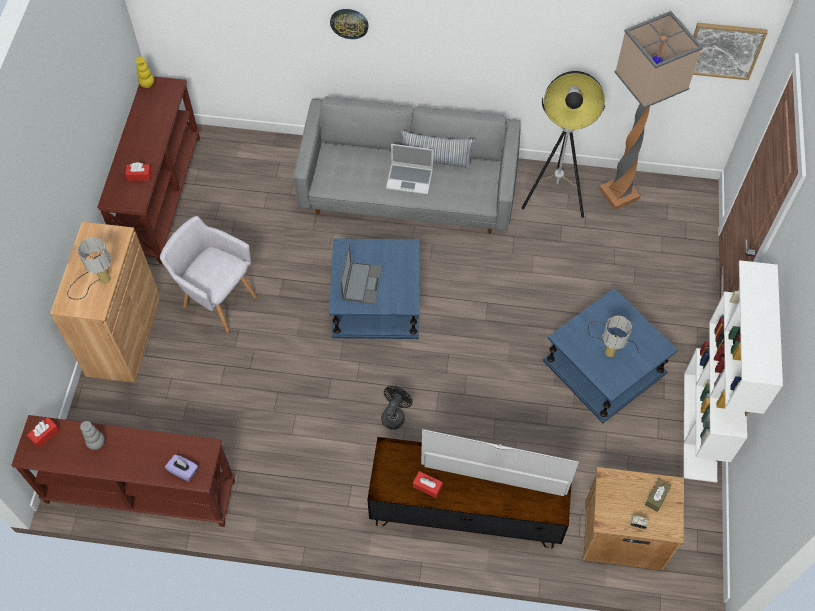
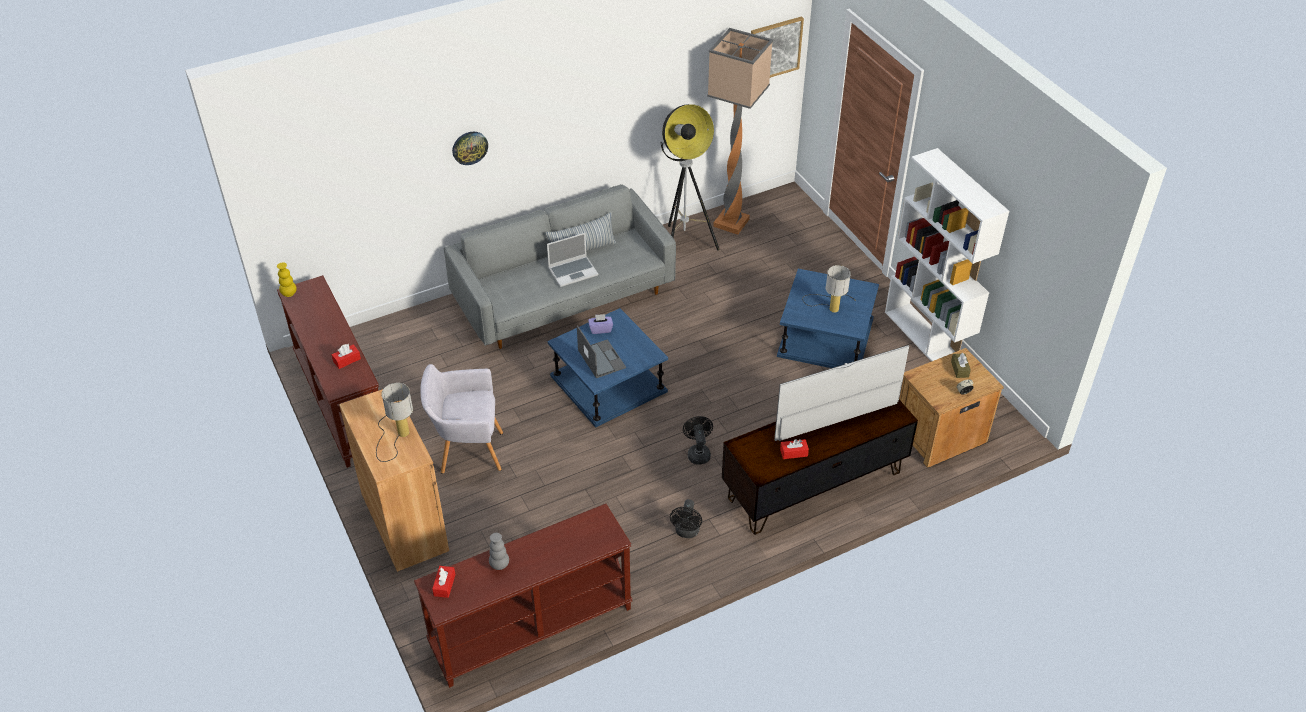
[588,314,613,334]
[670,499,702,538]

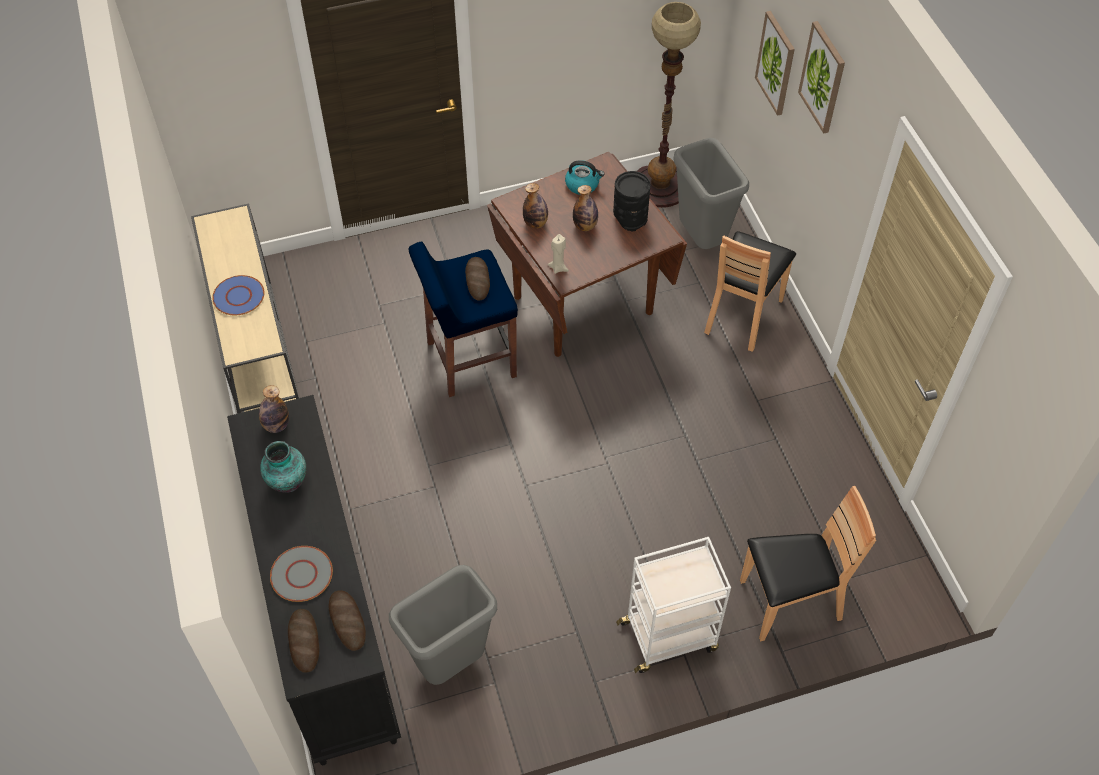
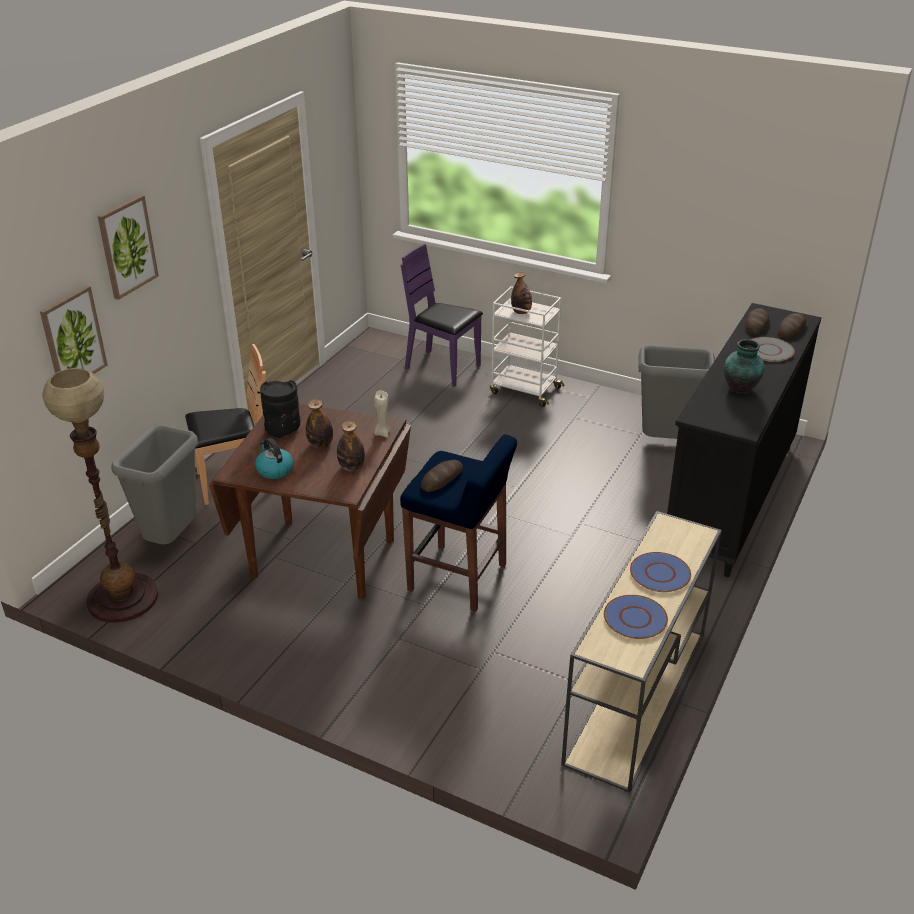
[511,272,532,314]
[401,244,483,387]
[604,595,668,639]

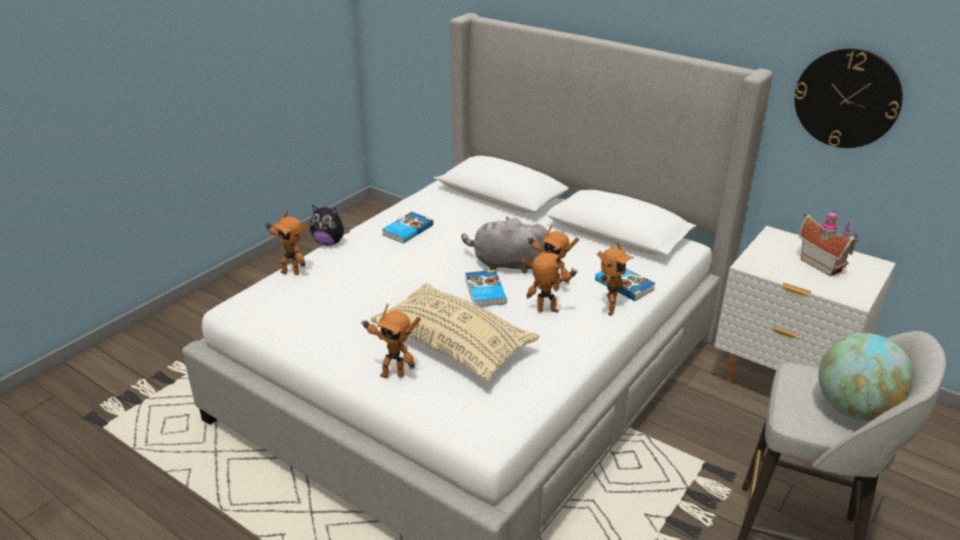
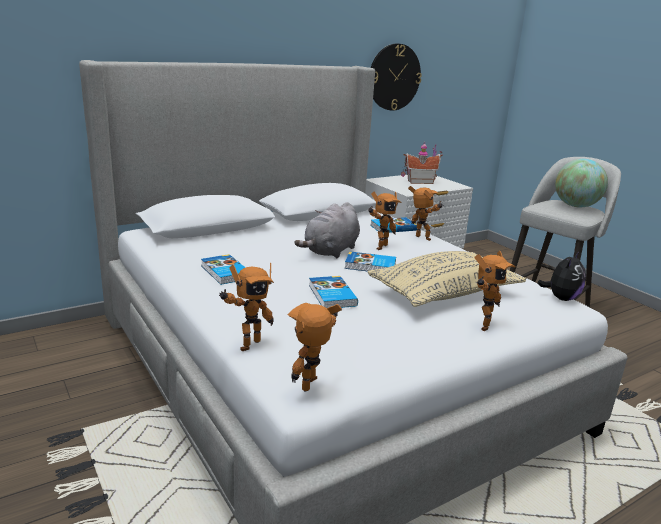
[537,252,586,301]
[288,303,342,392]
[309,276,358,308]

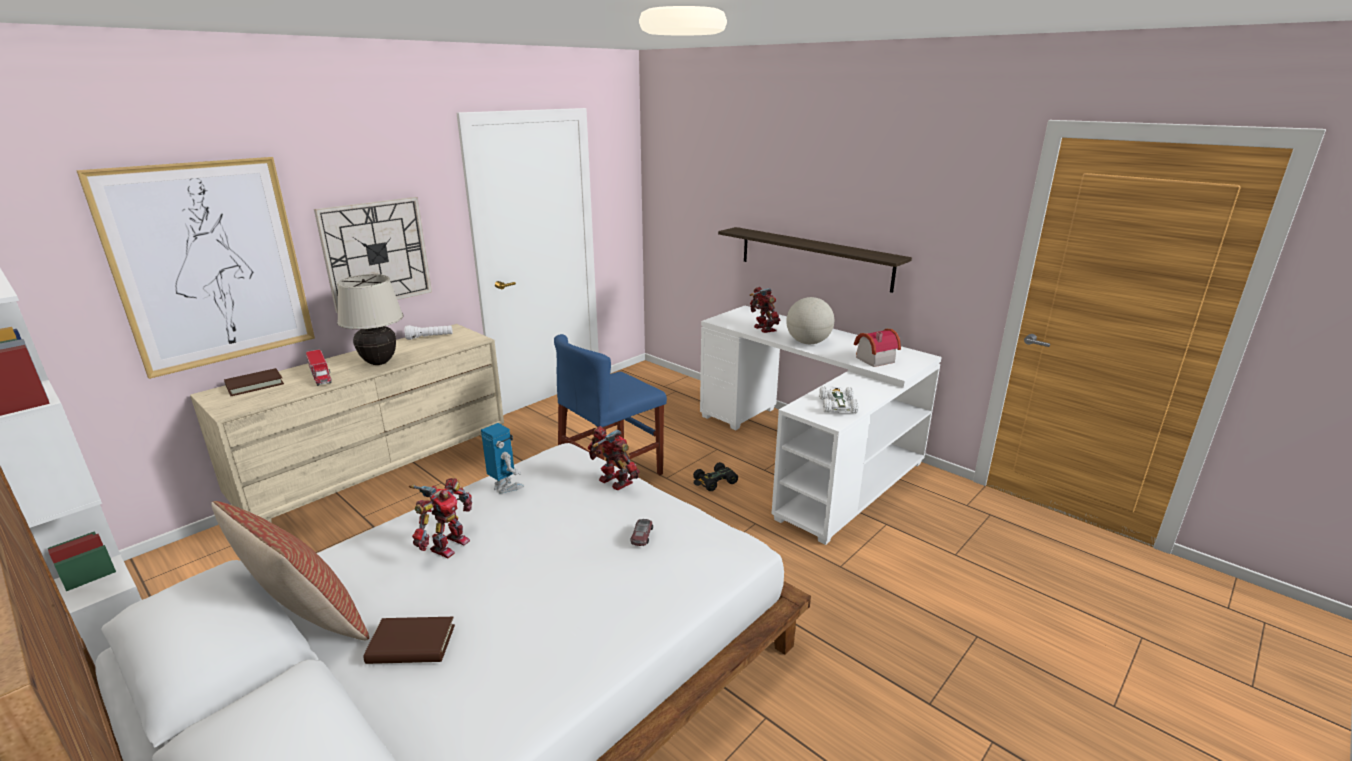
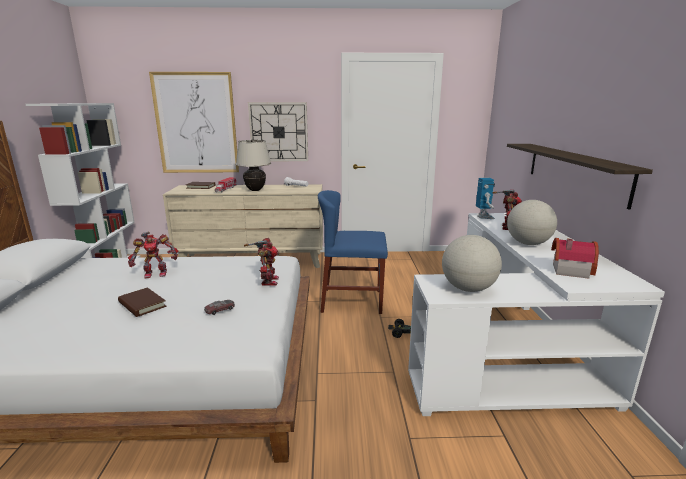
[211,501,369,640] (first image)
[118,287,166,317]
[476,178,495,219]
[442,235,502,292]

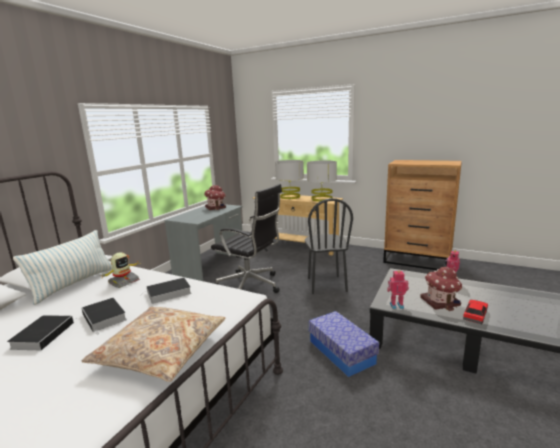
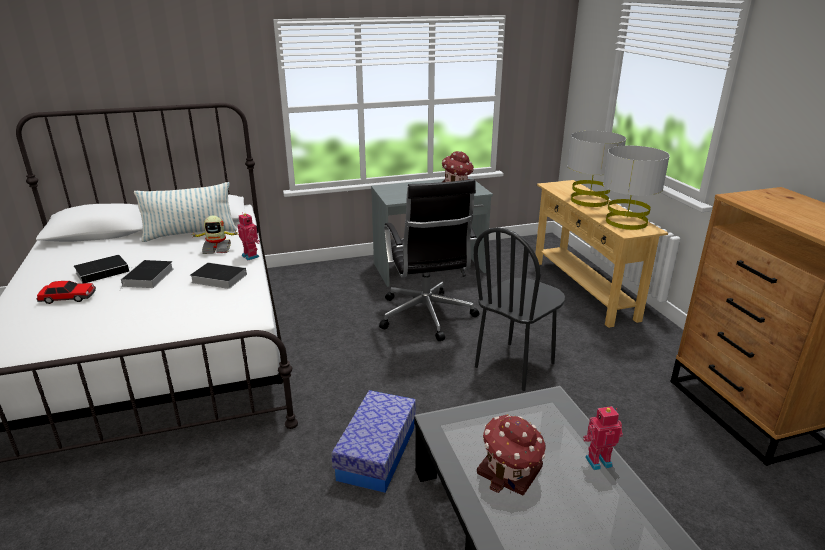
[82,307,225,382] (first image)
[238,213,260,260]
[37,281,96,304]

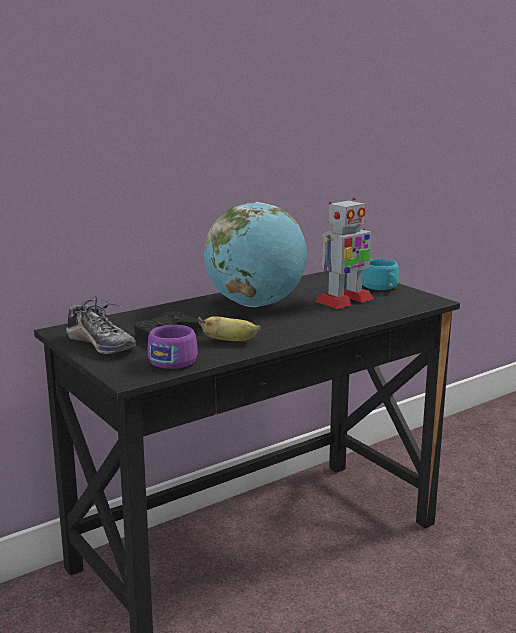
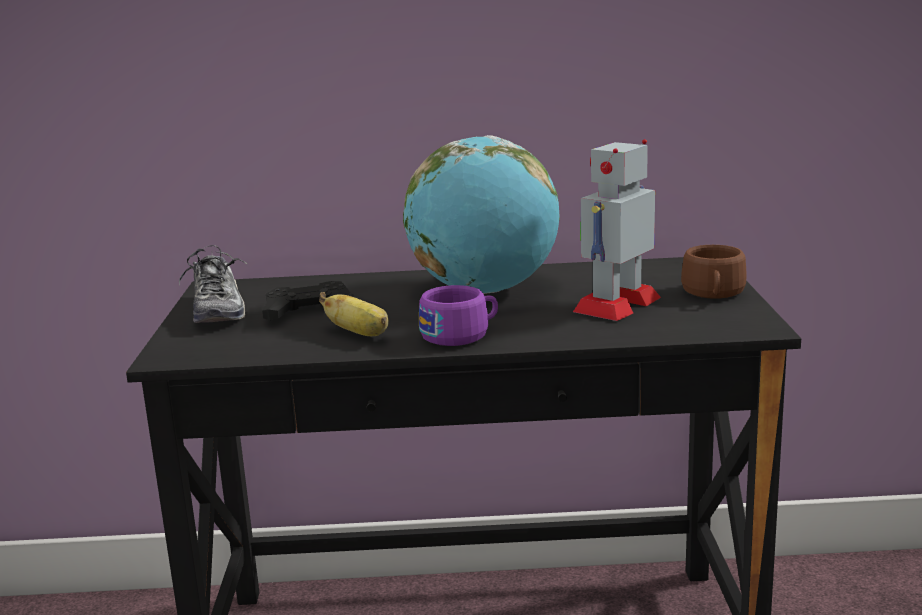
[419,285,498,346]
[573,139,661,321]
[681,245,746,299]

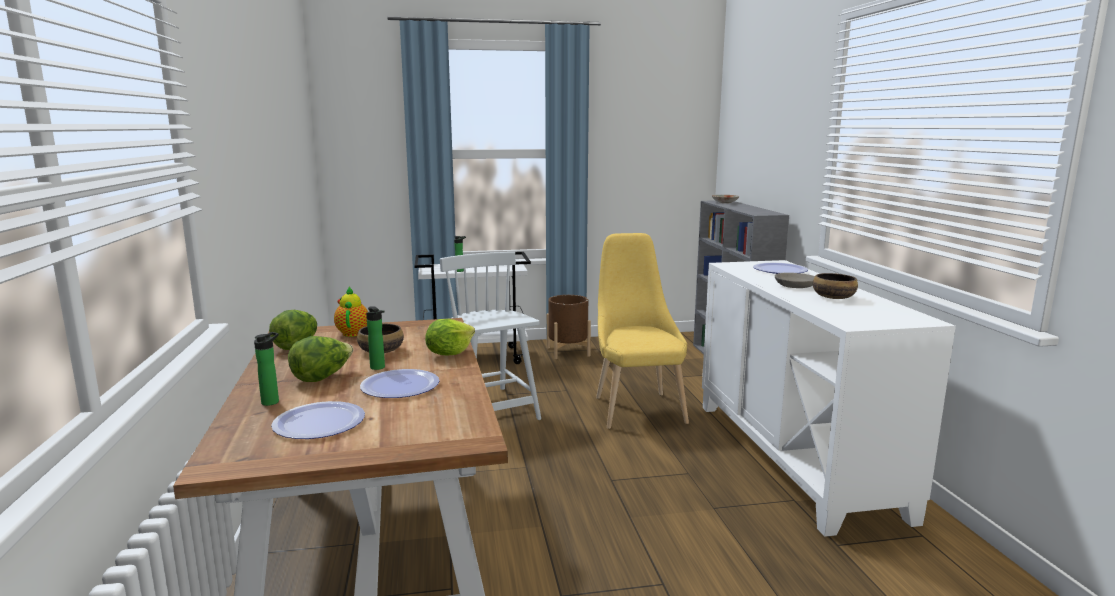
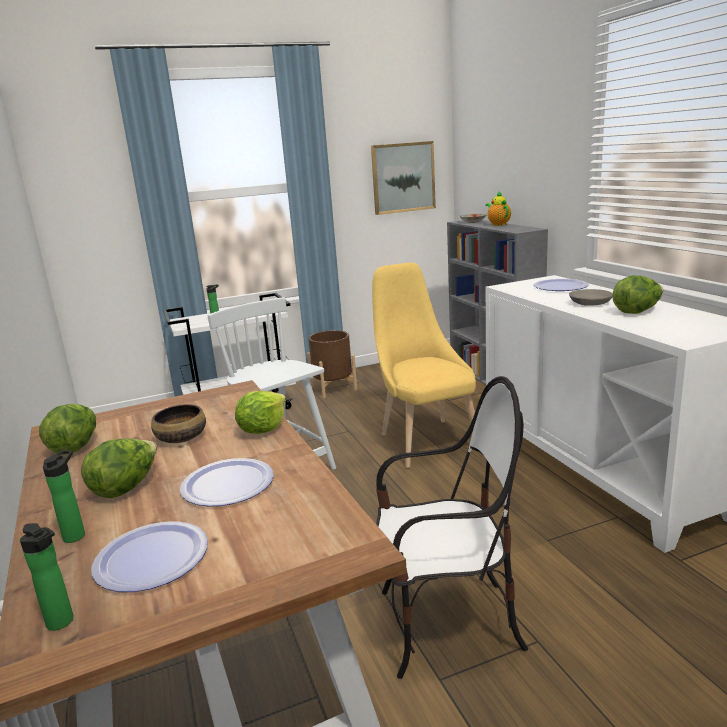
[486,191,511,226]
[20,523,73,631]
[612,276,663,314]
[371,141,436,215]
[376,376,528,679]

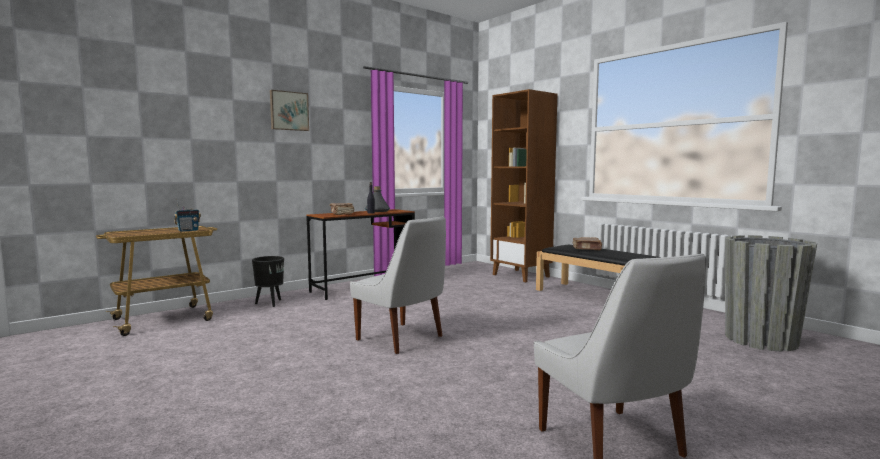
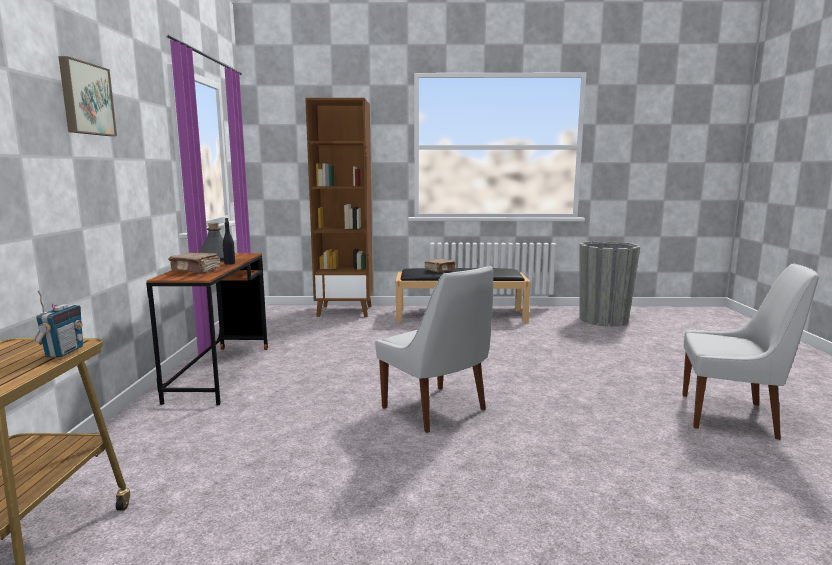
[252,256,284,307] (first image)
[375,266,493,433]

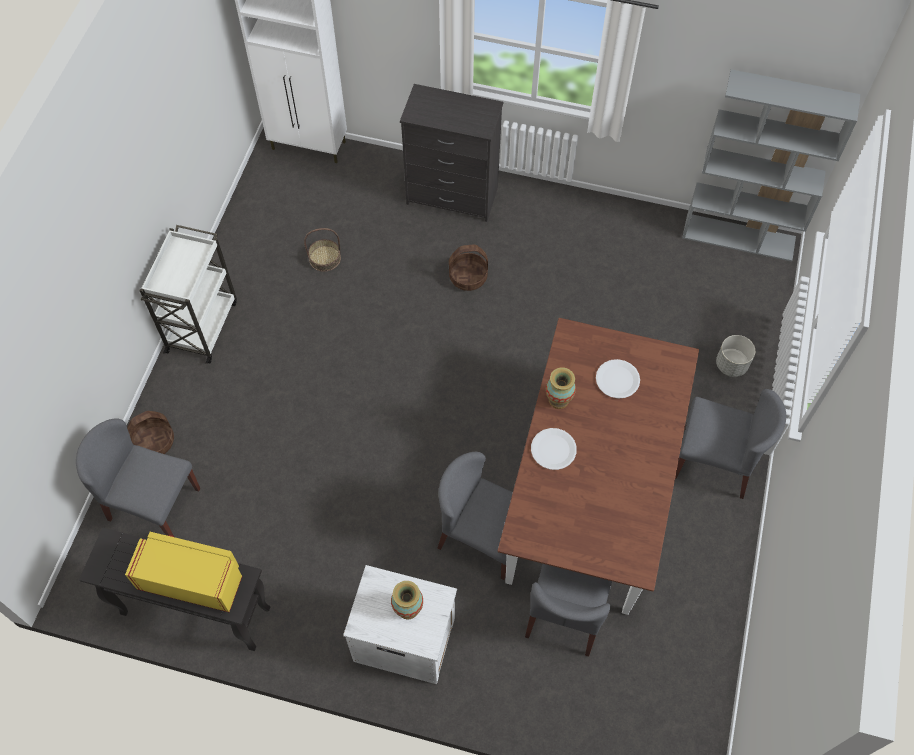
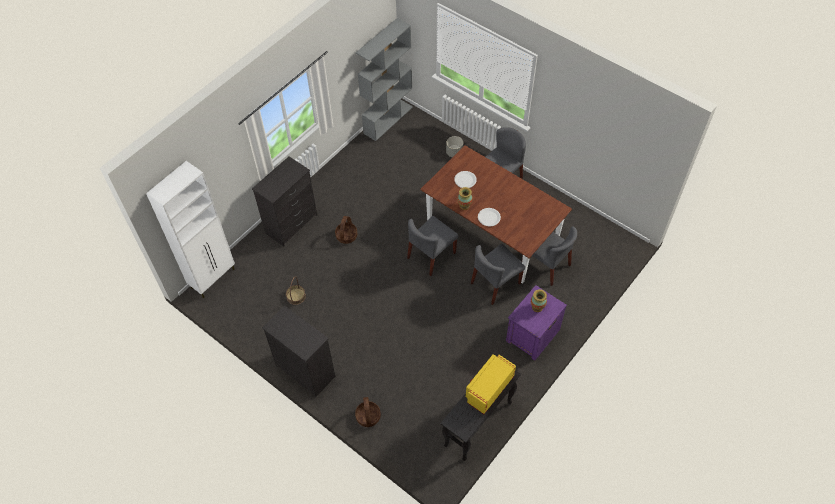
[407,216,458,276]
[262,306,335,397]
[506,285,567,361]

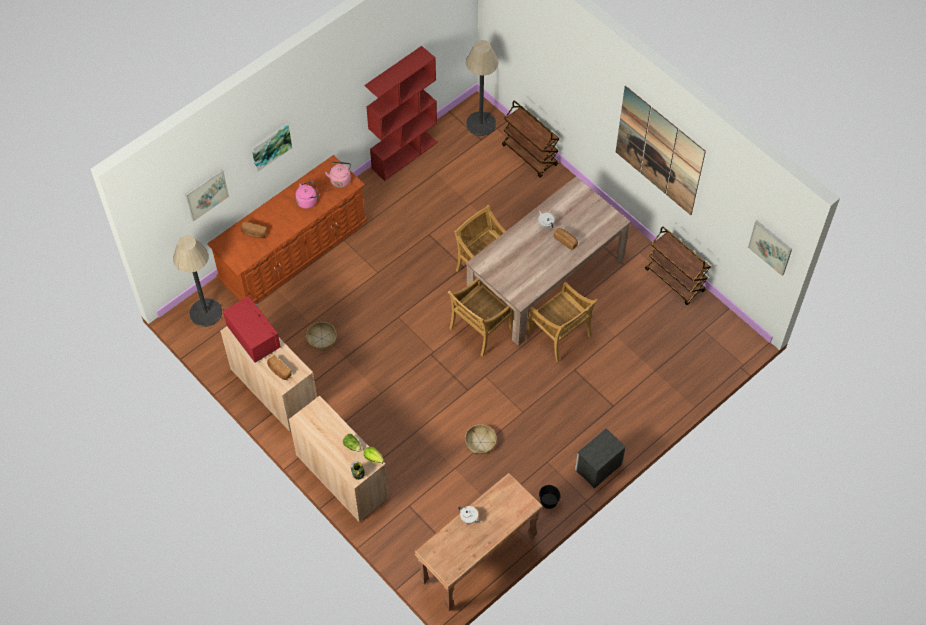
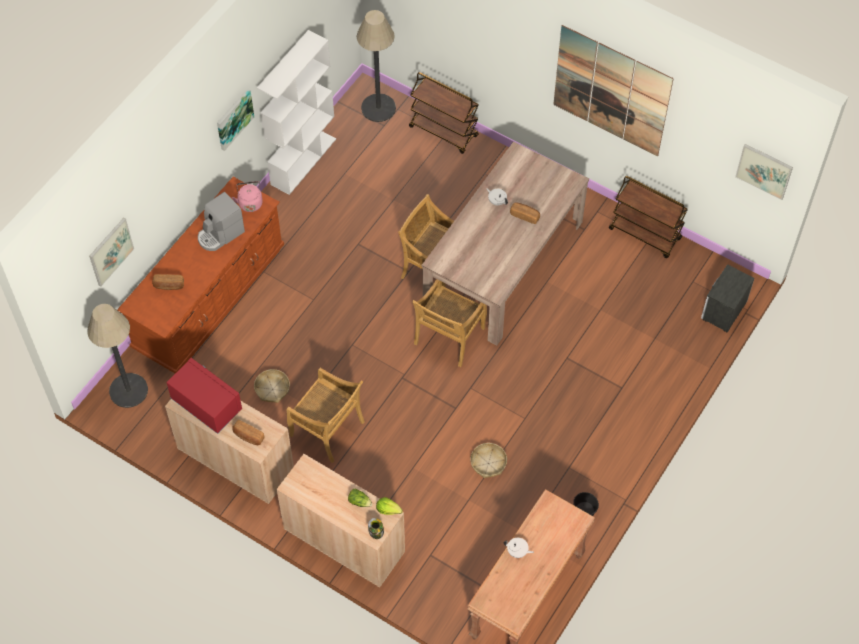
[217,88,254,151]
[198,192,245,251]
[257,30,336,195]
[287,368,365,463]
[701,264,755,333]

